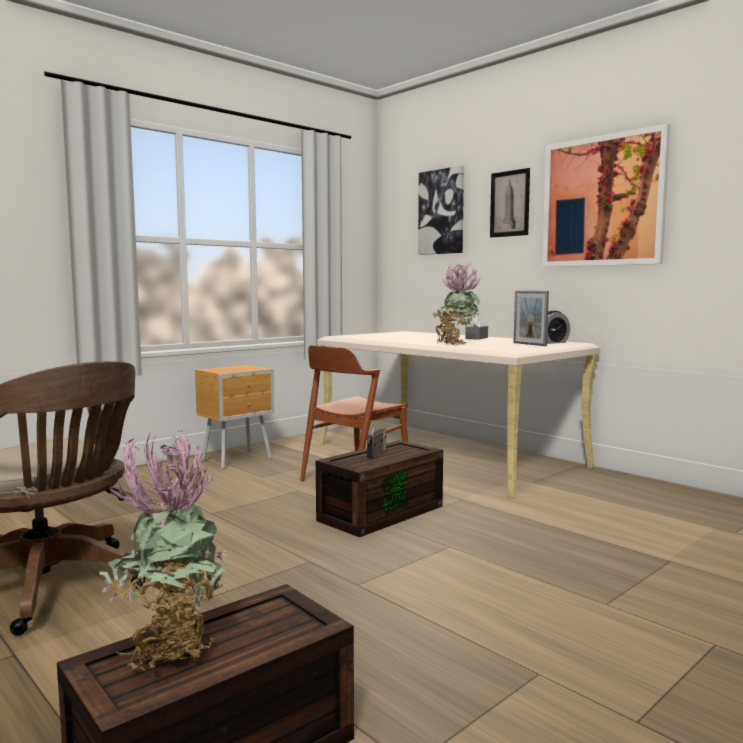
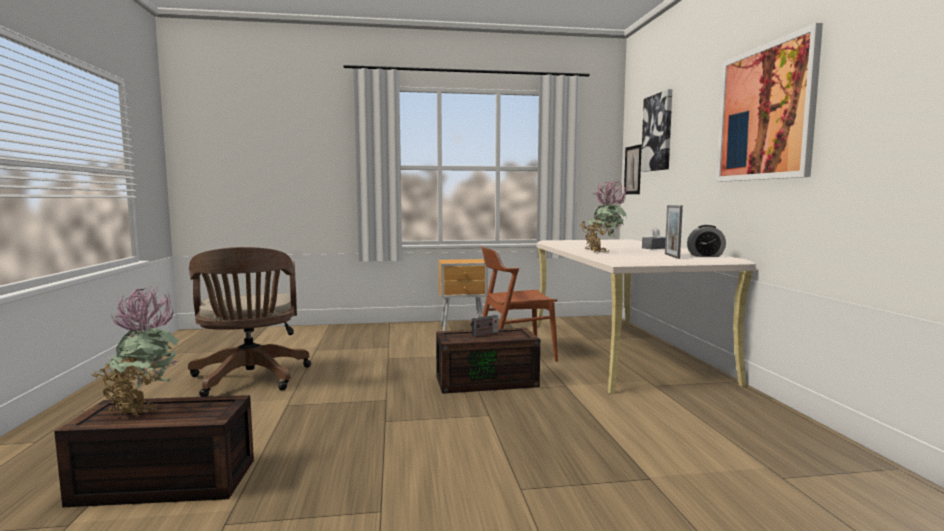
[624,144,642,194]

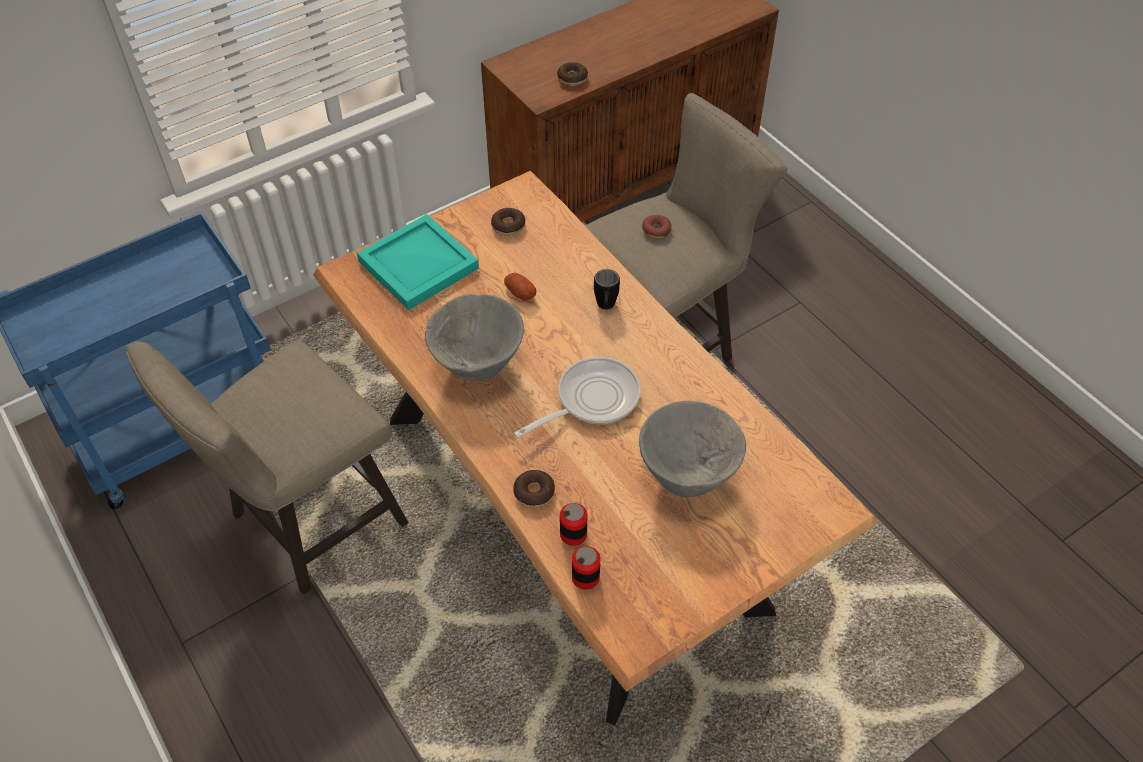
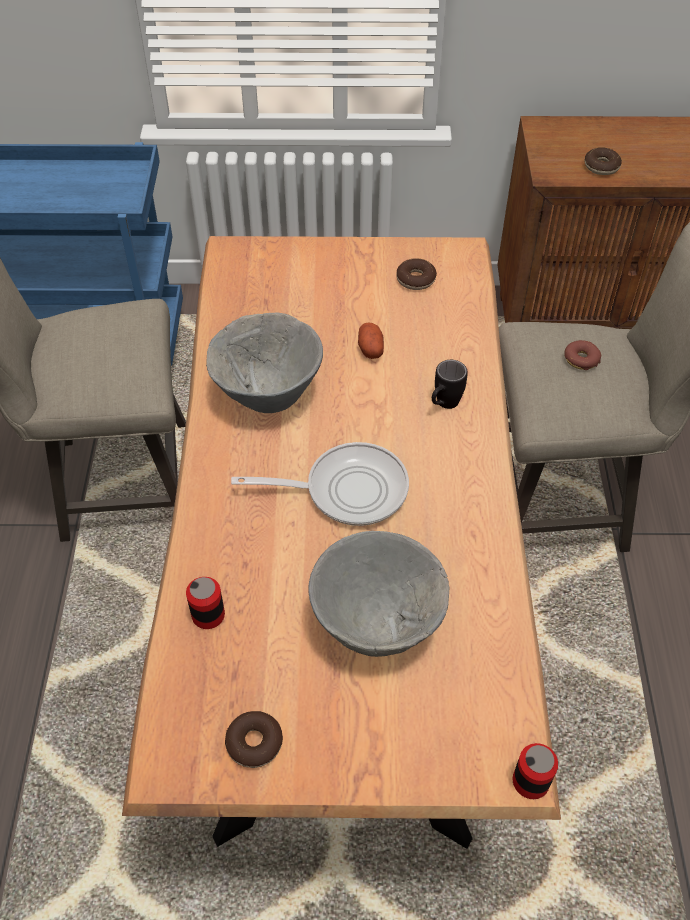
[357,214,479,310] (first image)
[225,711,283,768]
[513,743,558,799]

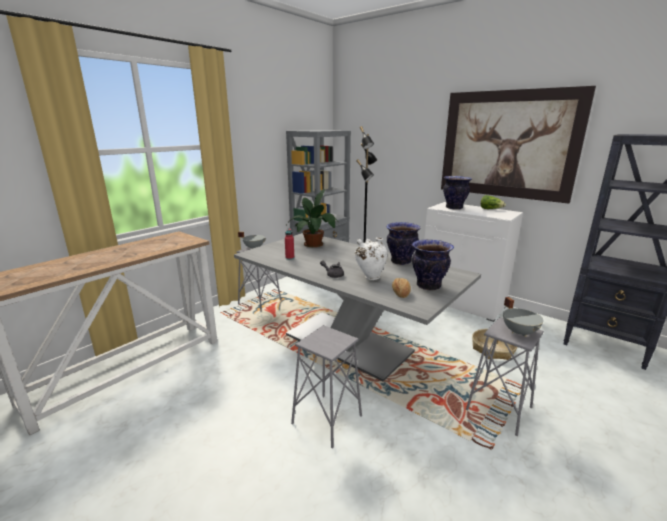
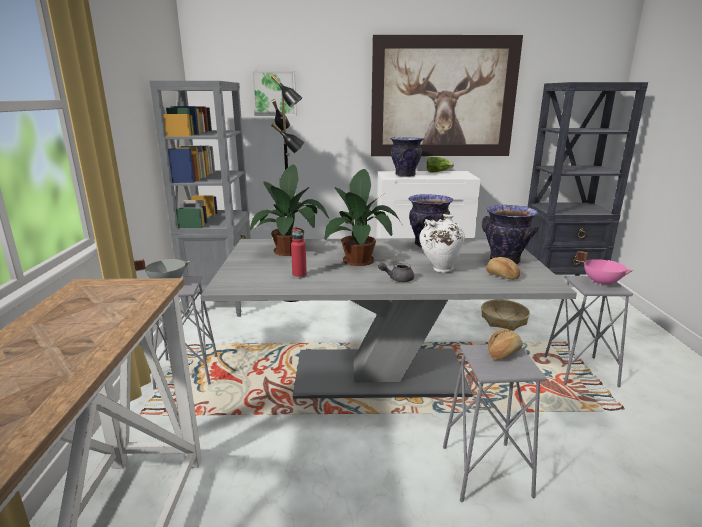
[575,251,633,286]
[251,71,297,116]
[324,169,400,266]
[488,329,522,360]

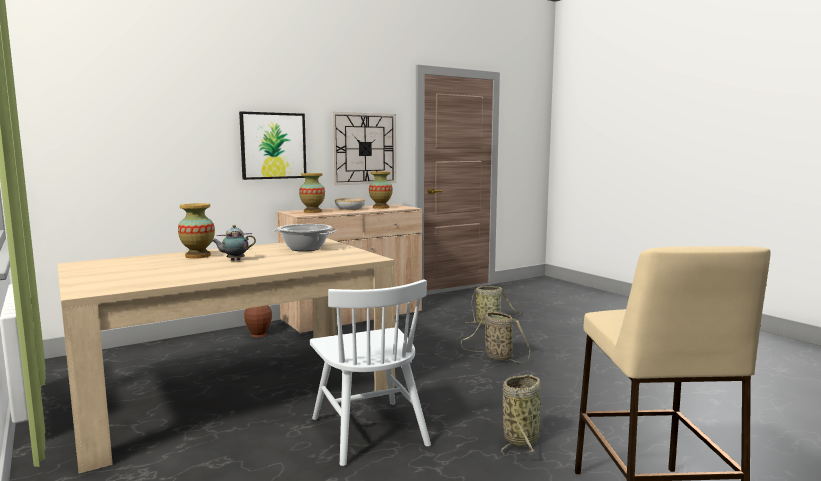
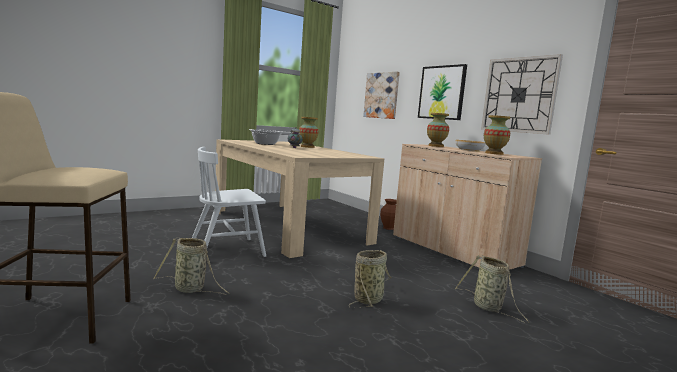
[249,129,282,145]
[363,71,400,119]

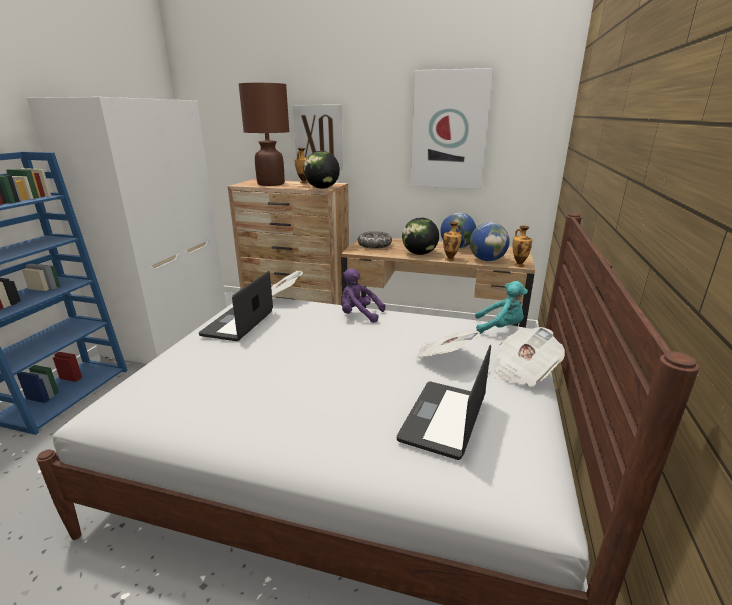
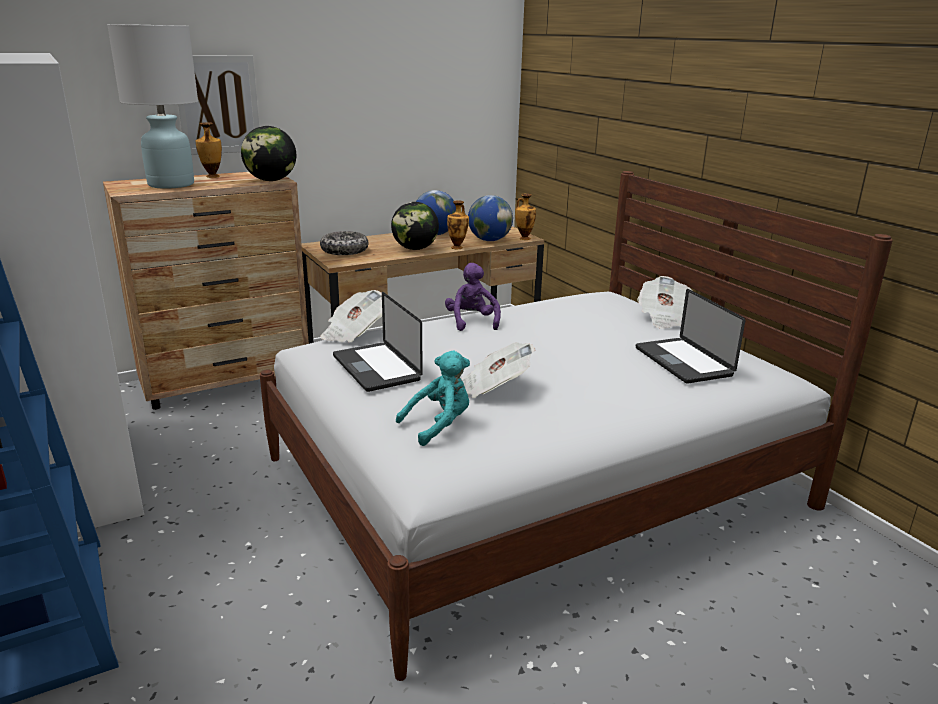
[107,24,198,189]
[445,263,501,331]
[410,68,493,189] (first image)
[461,342,535,398]
[396,351,470,446]

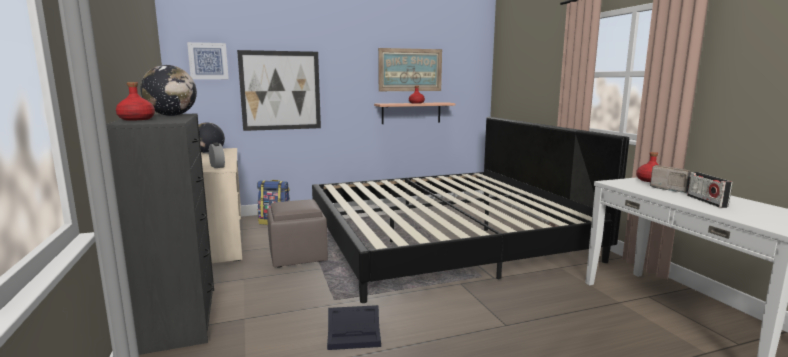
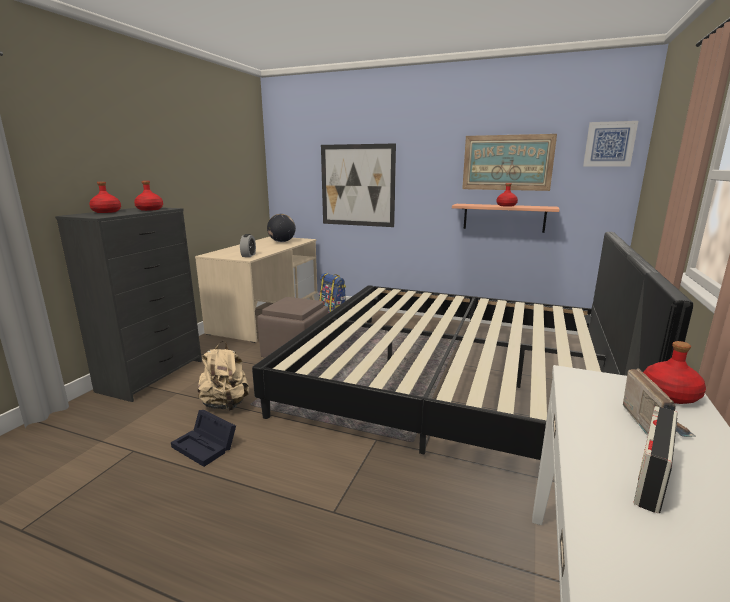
[134,181,163,211]
[583,121,638,167]
[197,341,249,411]

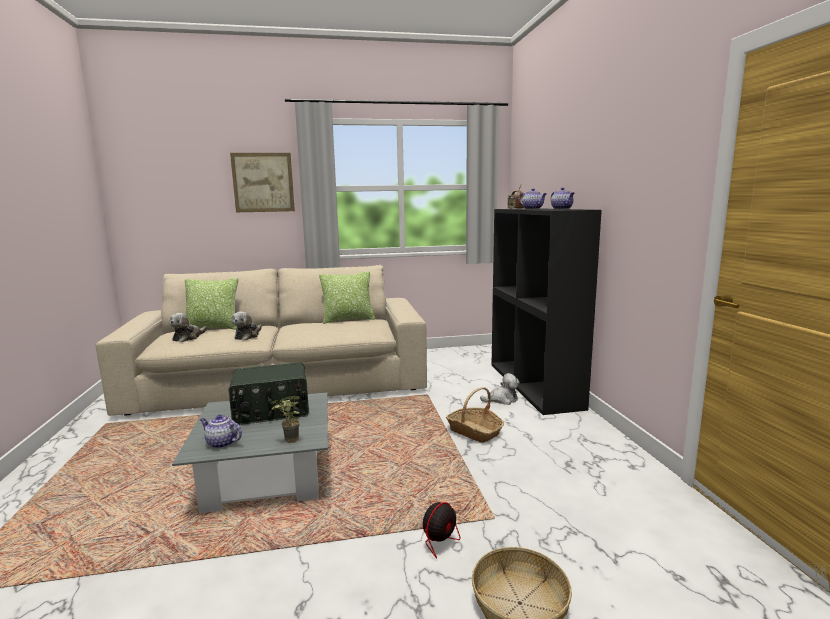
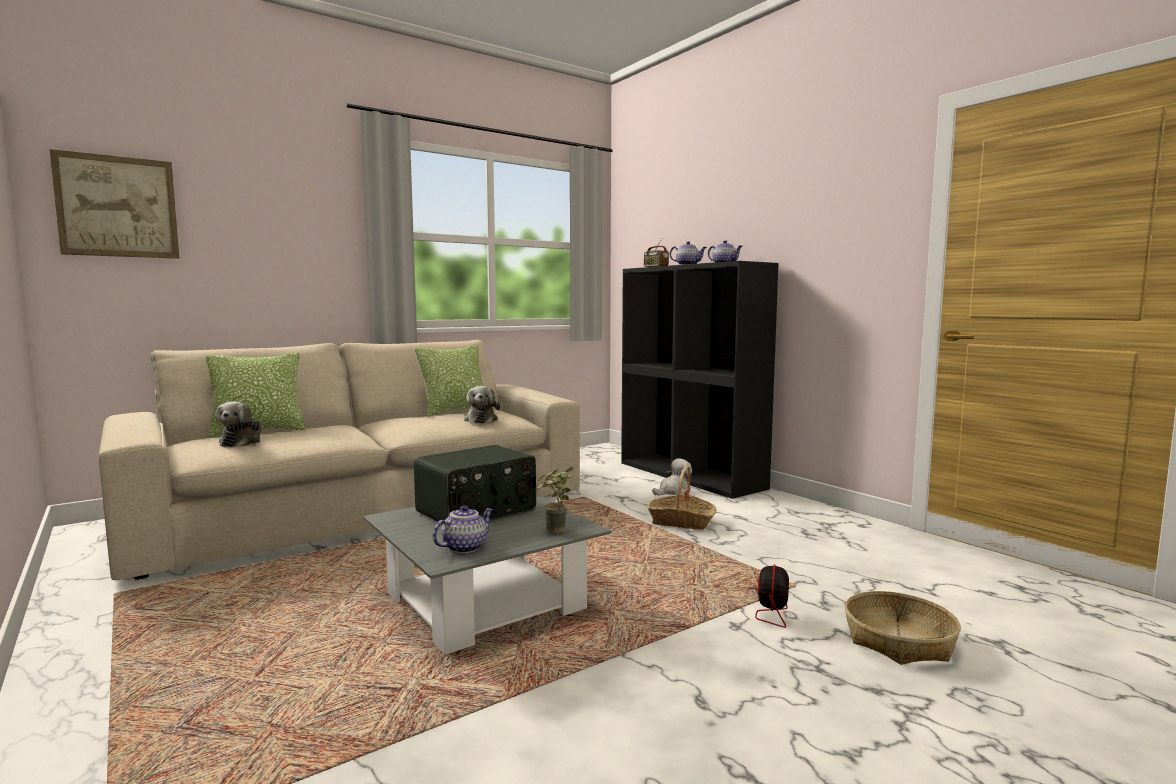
[433,505,493,553]
[50,149,179,259]
[464,386,500,424]

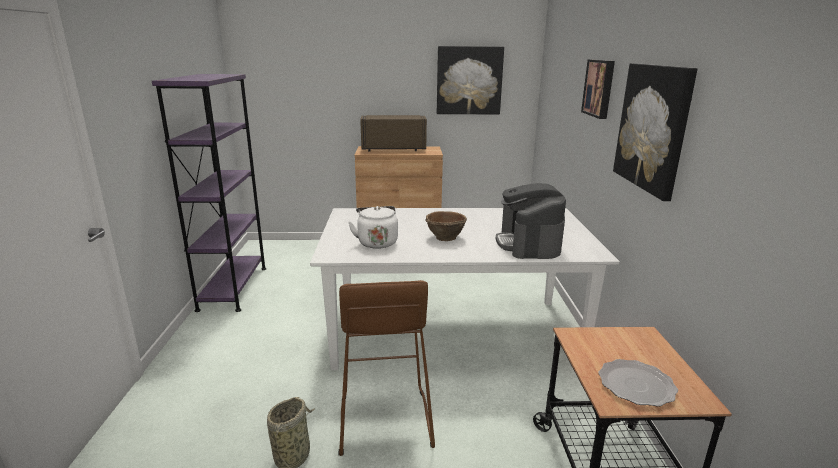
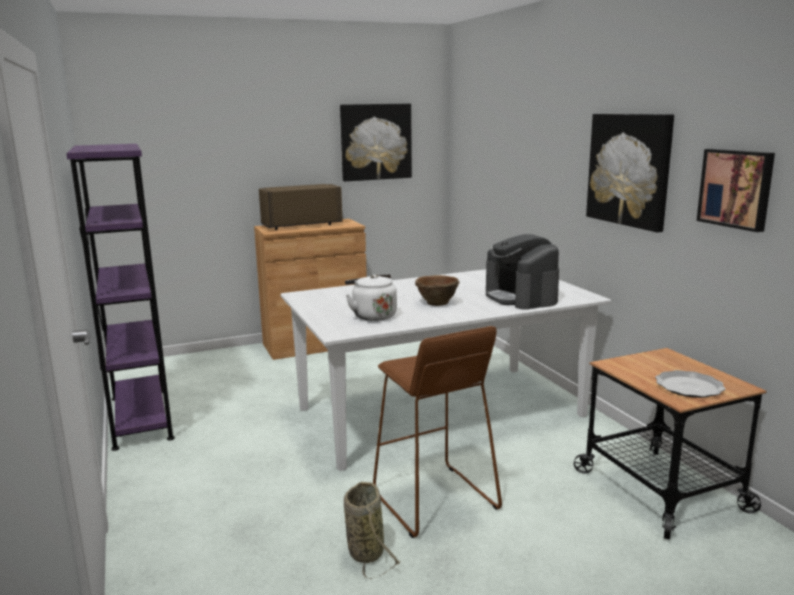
[697,149,775,232]

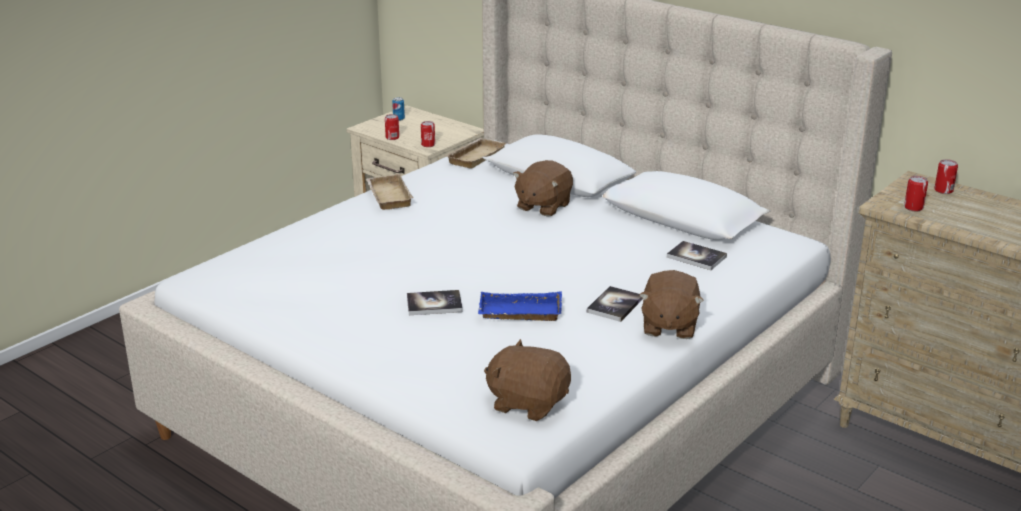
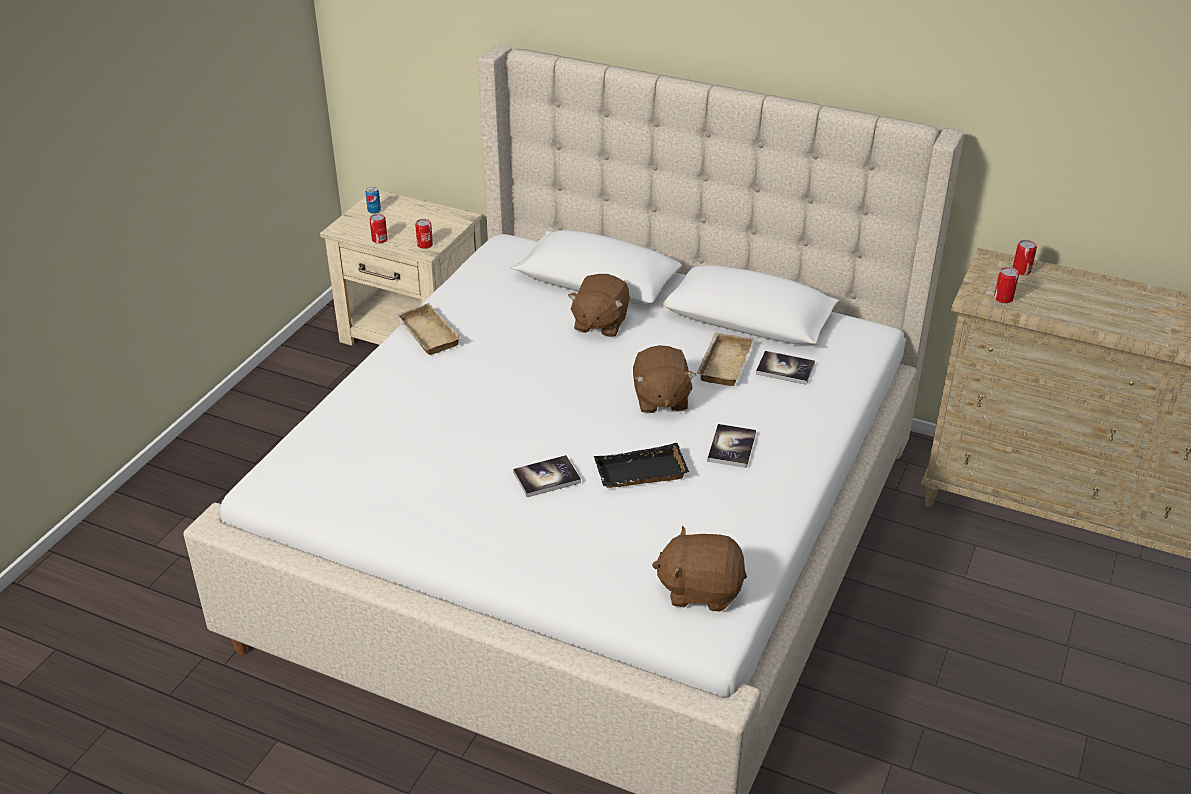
[696,333,754,386]
[594,443,689,488]
[633,345,696,413]

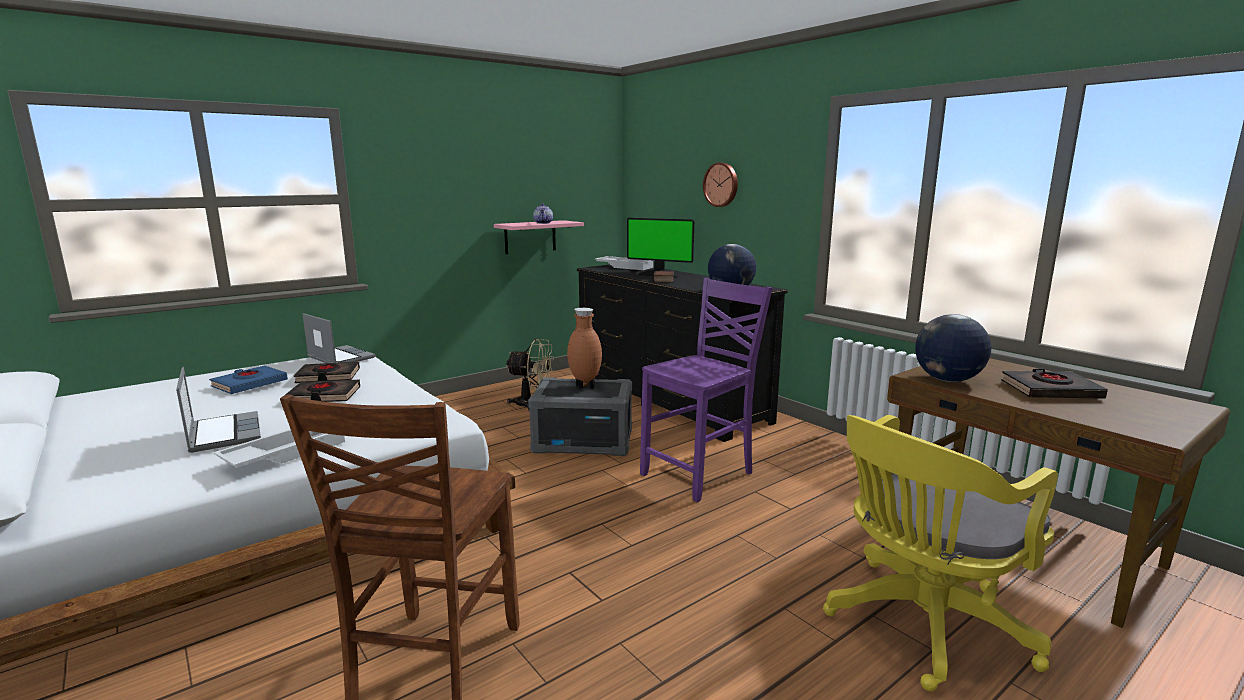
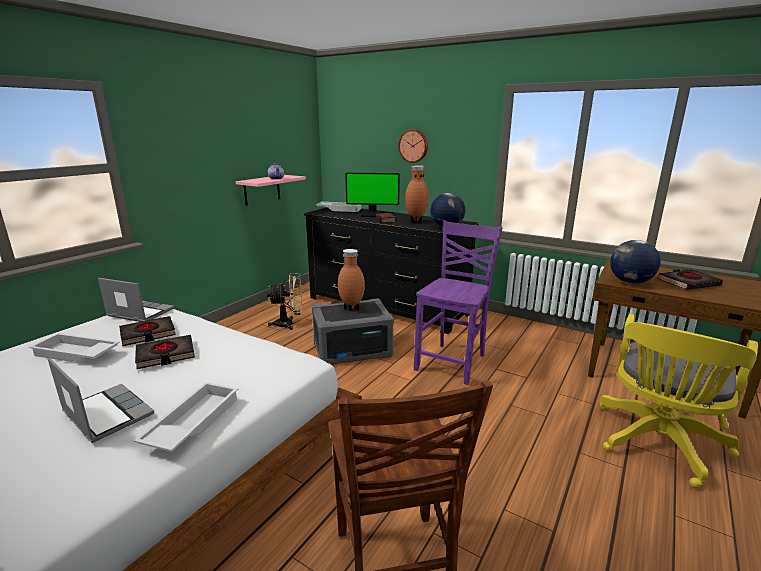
[29,333,120,362]
[405,165,429,223]

